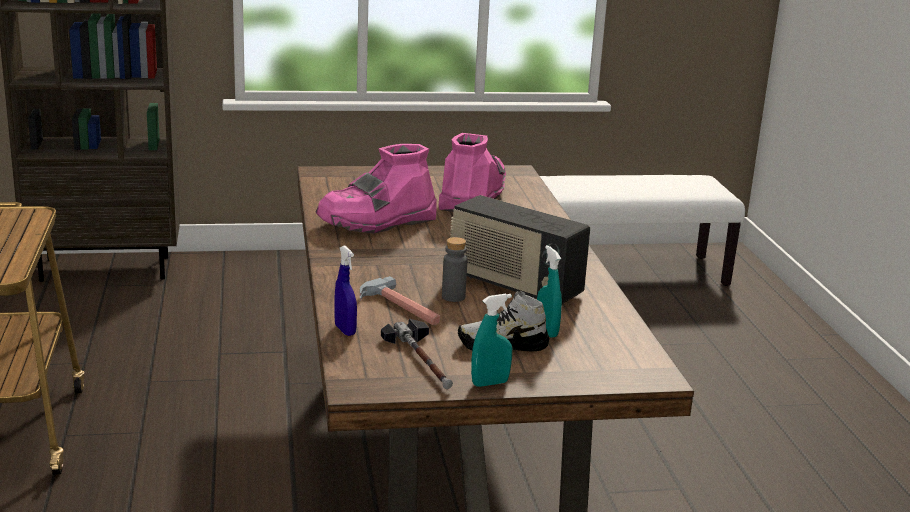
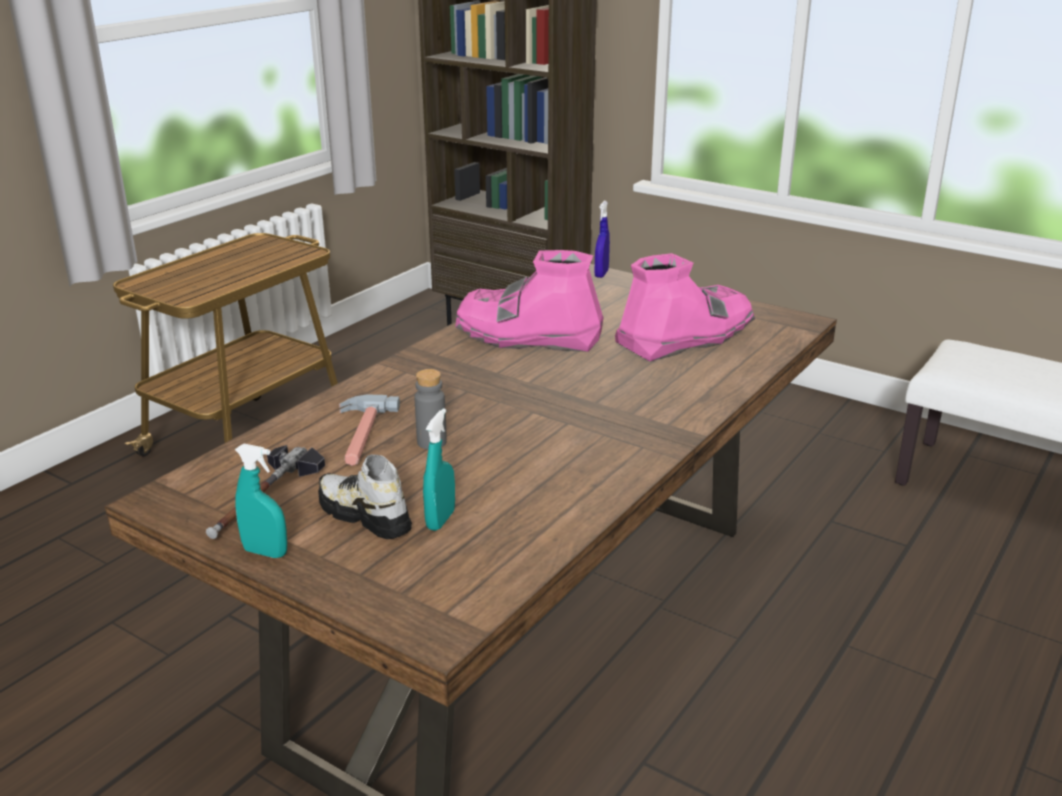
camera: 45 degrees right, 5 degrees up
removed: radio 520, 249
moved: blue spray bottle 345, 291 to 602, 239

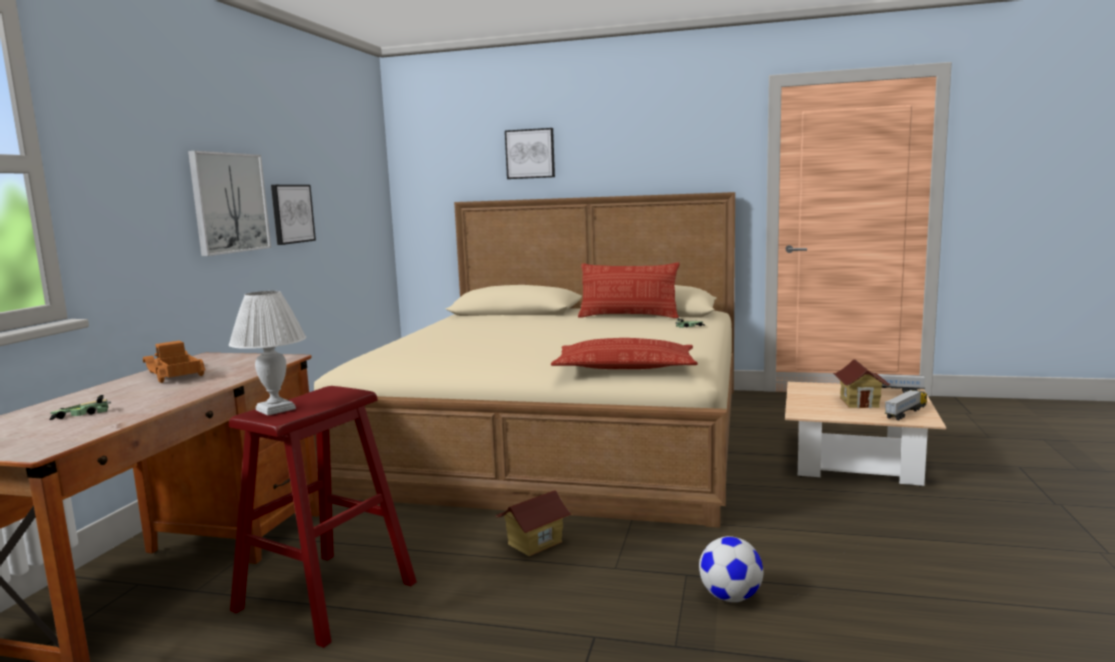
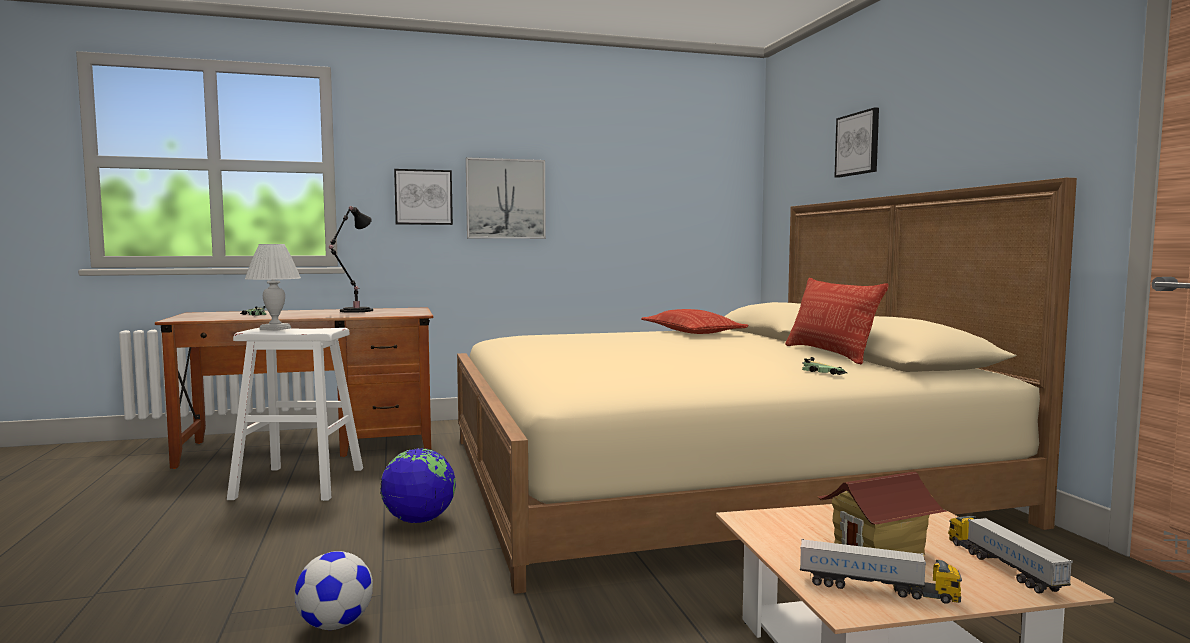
camera: 60 degrees right, 5 degrees down
moved: picture 293, 215 to 423, 197; pillow 624, 353 to 695, 321
replaced: toy truck 174, 362 to black table lamp 351, 259; toy house 533, 523 to globe 418, 485
recoloured: red stool 323, 517 to white stool 295, 414

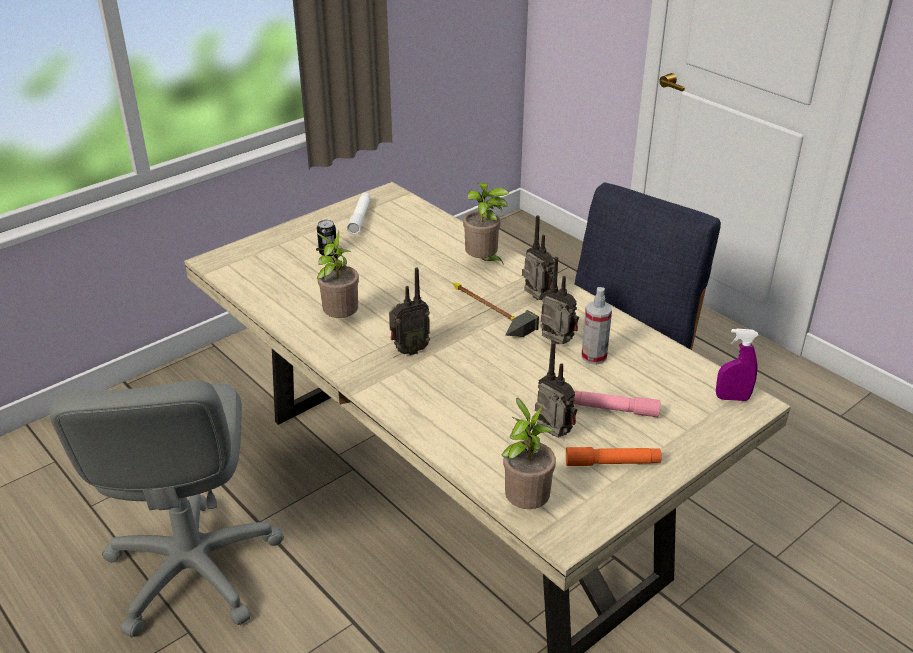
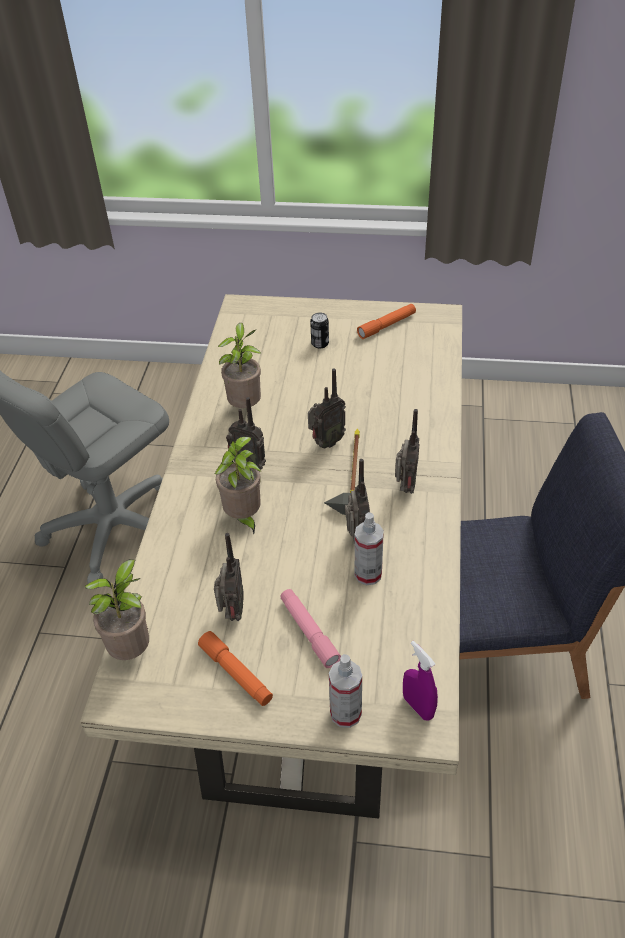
camera: 50 degrees right, 10 degrees up
added: radio 327, 408; spray bottle 345, 691
moved: potted plant 486, 222 to 238, 485
recoloured: white flashlight 359, 213 to orange flashlight 386, 321

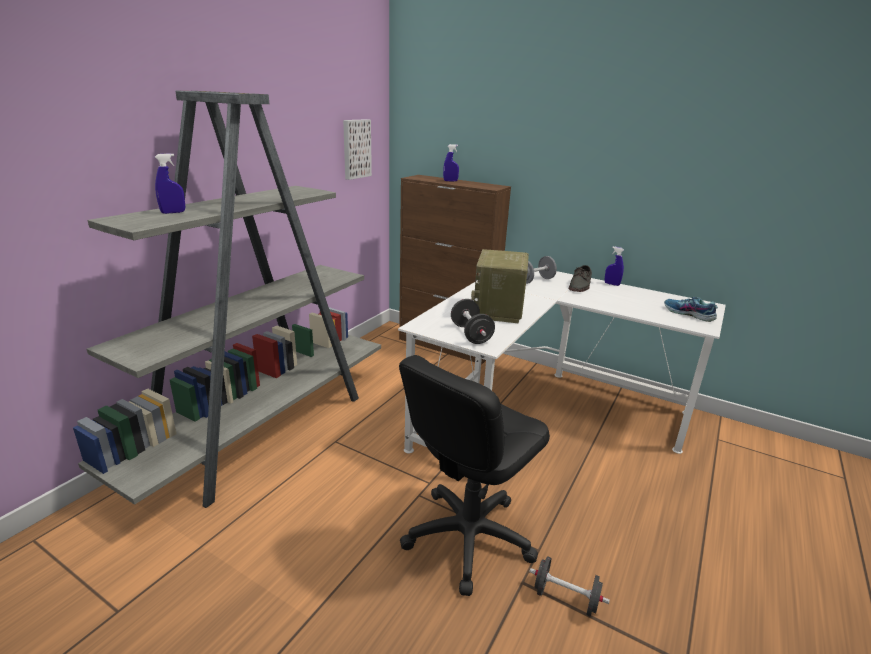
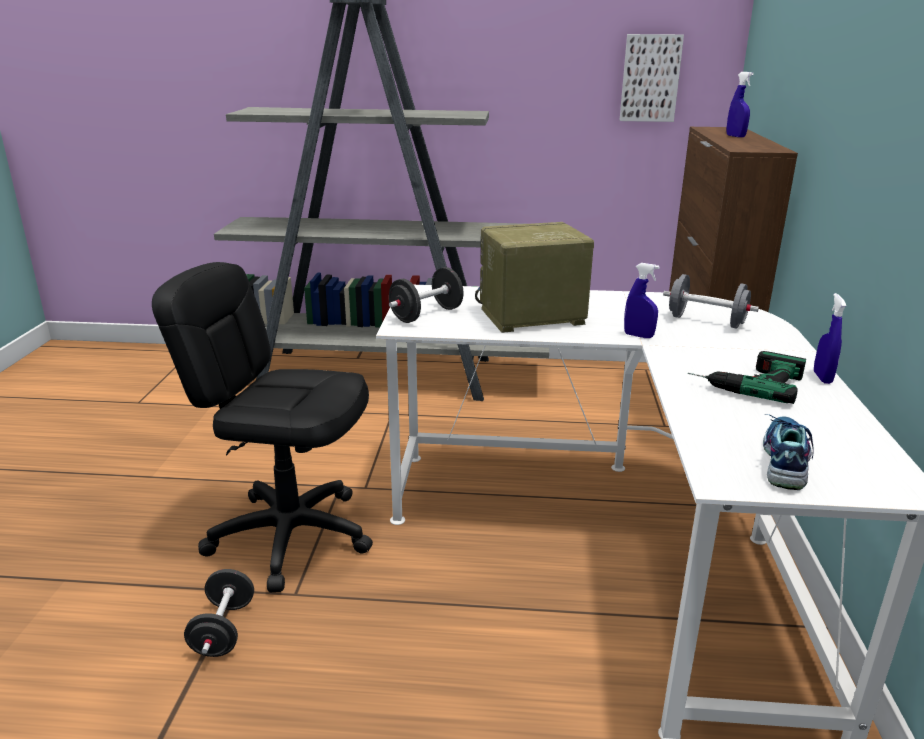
camera: 65 degrees right, 0 degrees up
removed: grey shoe 580, 278
added: power drill 747, 377
moved: blue spray bottle 170, 183 to 642, 300

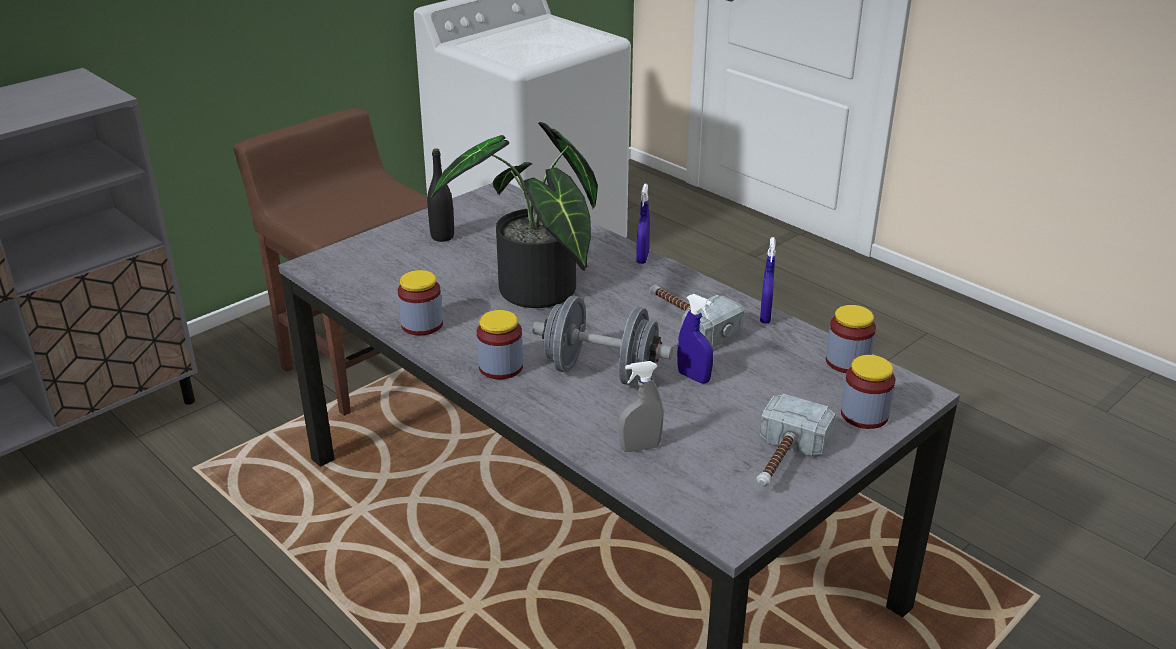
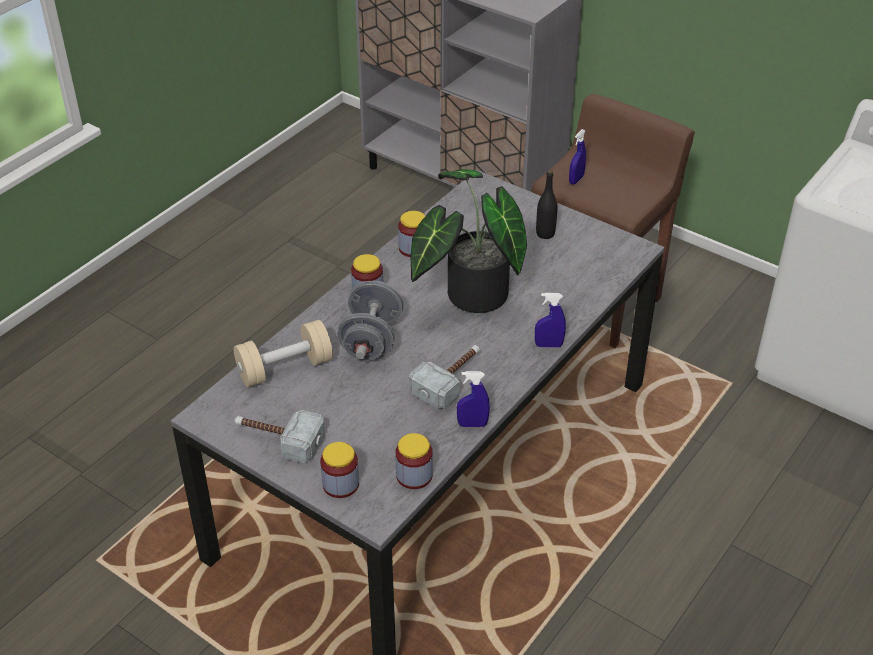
camera: 80 degrees right, 10 degrees up
moved: blue spray bottle 695, 339 to 577, 157
replaced: grey spray bottle 641, 406 to beige dumbbell 283, 353

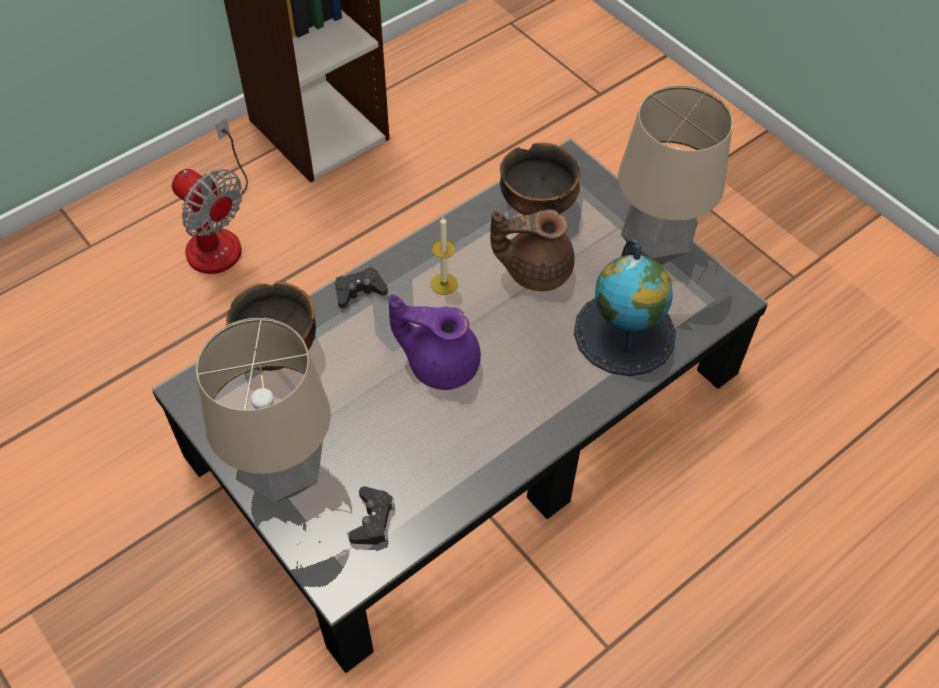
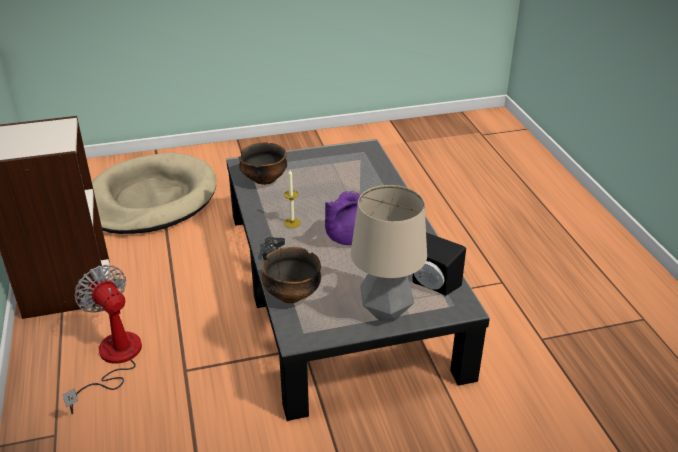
camera: 65 degrees left, 20 degrees down
removed: table lamp 675, 175; brown teapot 532, 250; globe 625, 307
added: beige dog bed 154, 193
replaced: black game controller 371, 515 to black speaker 439, 264
turned: fan 210, 195 = 102, 339 105 degrees counterclockwise

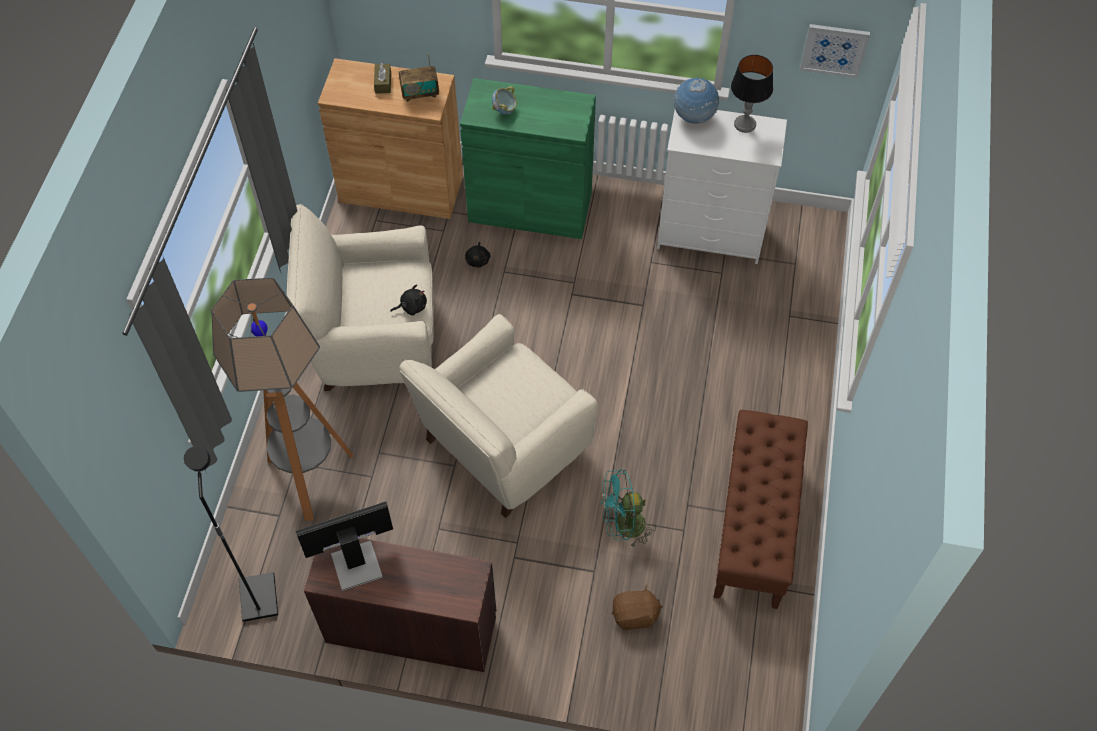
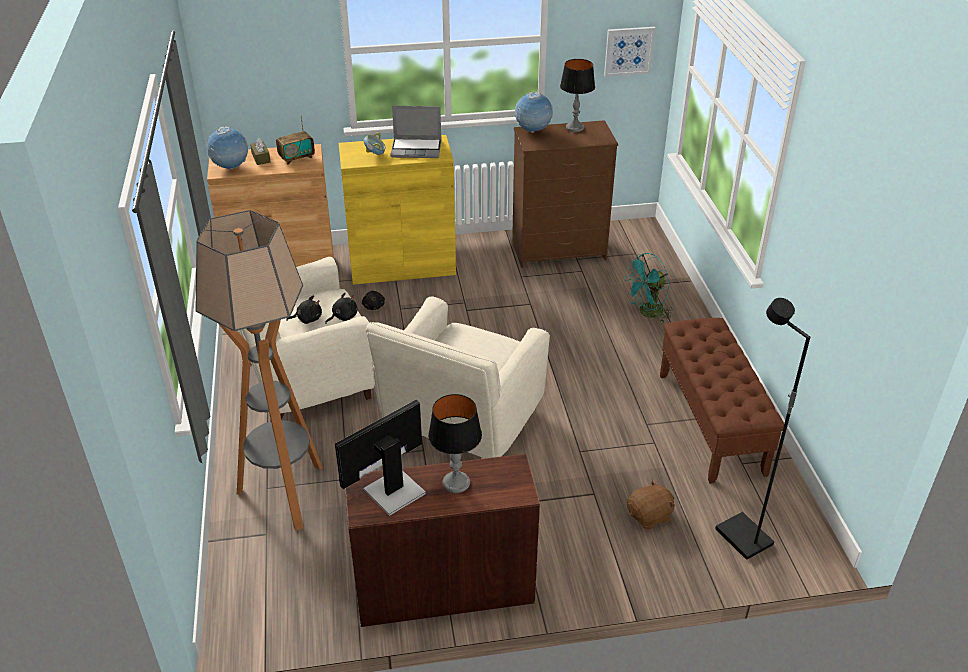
camera: 20 degrees left, 20 degrees down
added: laptop 415, 132; globe 228, 148; black plush toy 304, 309; table lamp 455, 443
moved: black floor lamp 231, 534 to 762, 429; turquoise fan 628, 509 to 648, 287
recoloured: green cabinet 528, 158 to yellow cabinet 397, 210; white dresser 722, 187 to brown dresser 565, 194

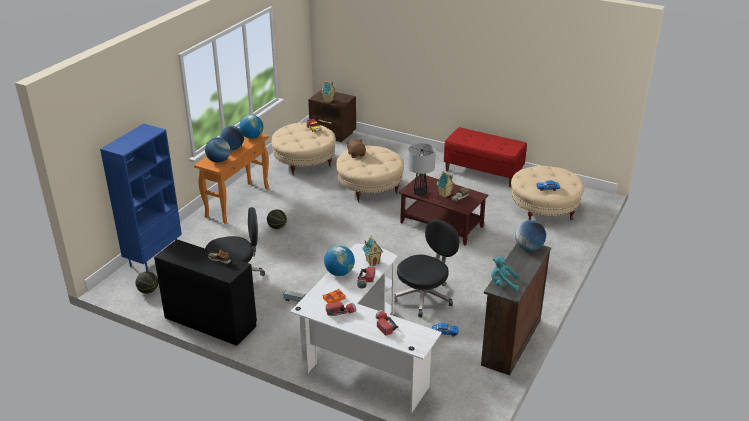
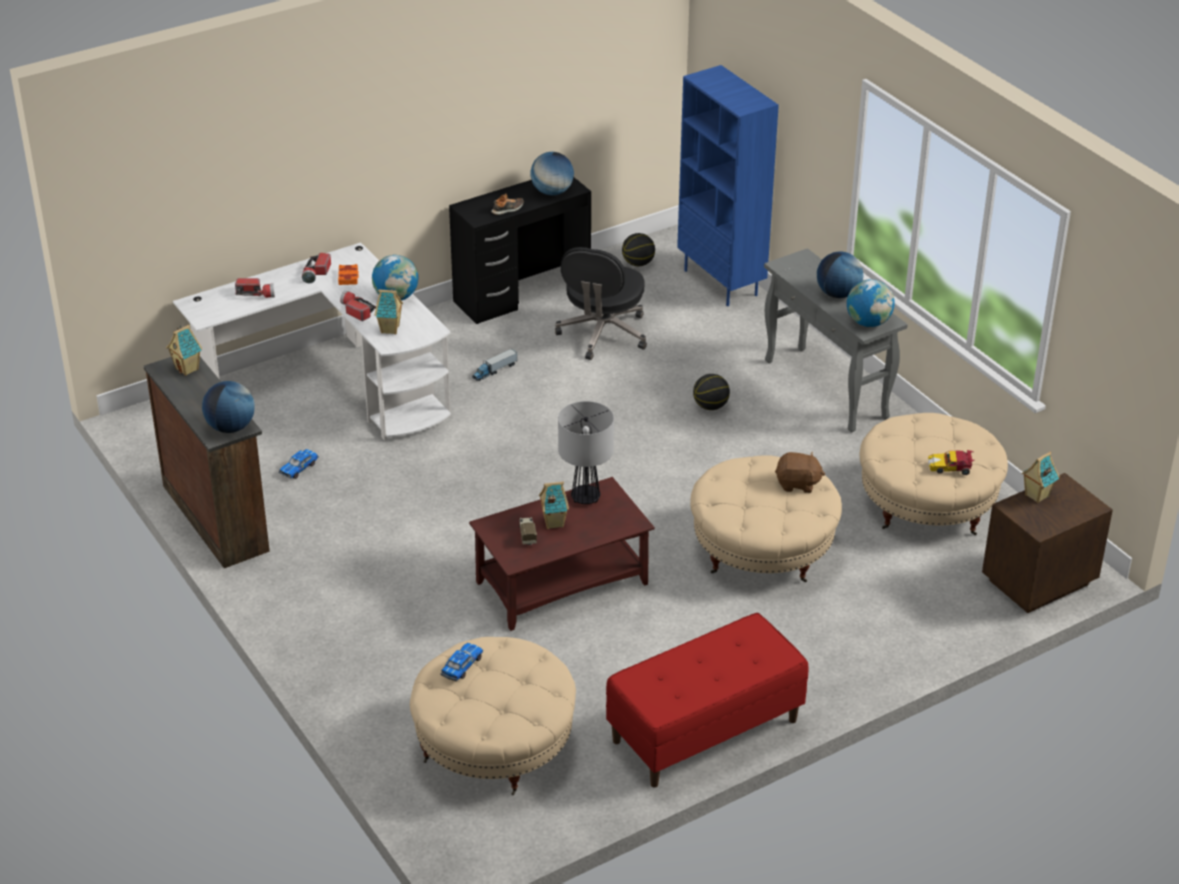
camera: 120 degrees right, 5 degrees up
removed: black office chair 427, 268
moved: globe 217, 150 to 552, 173
replaced: turquoise plush toy 505, 273 to toy house 184, 350
recoloured: orange console table 231, 178 to grey console table 836, 340

